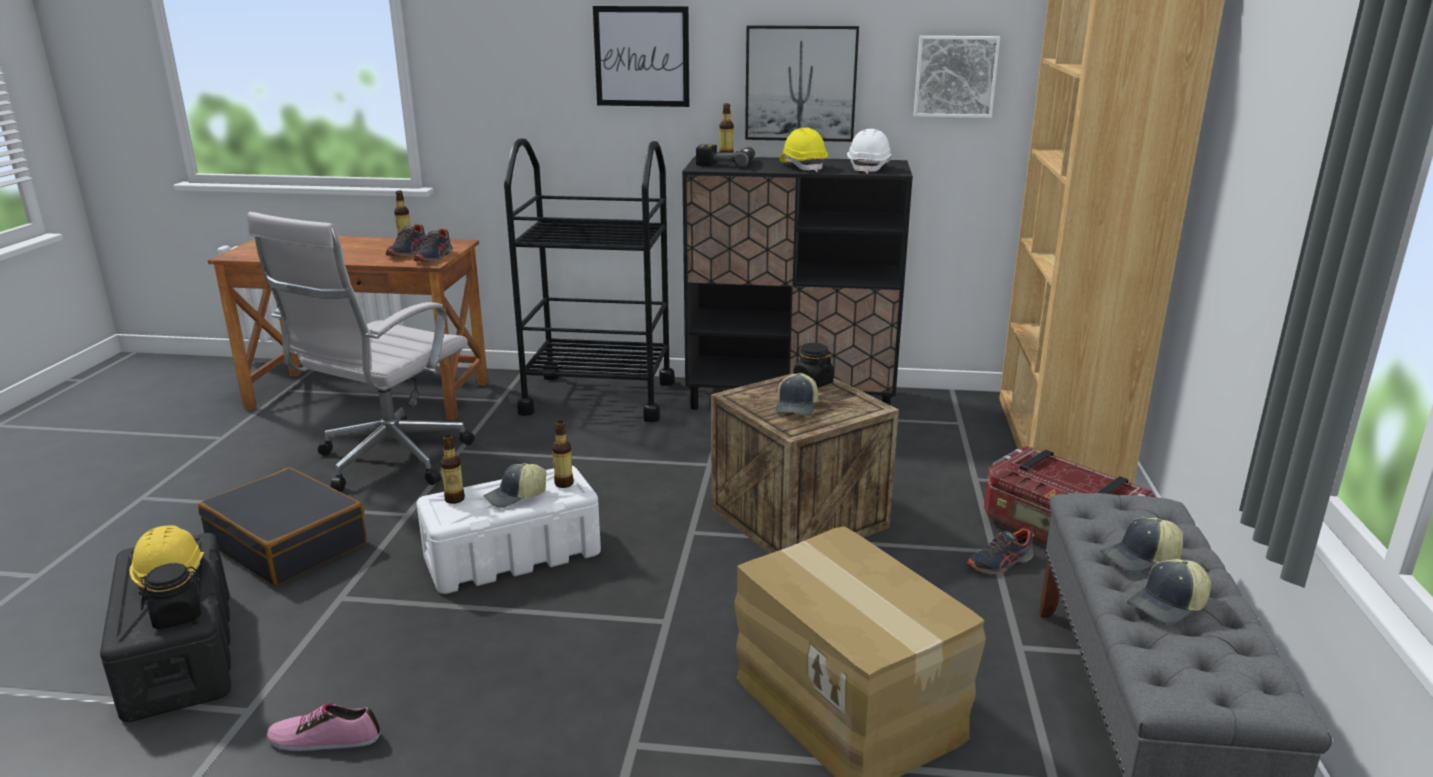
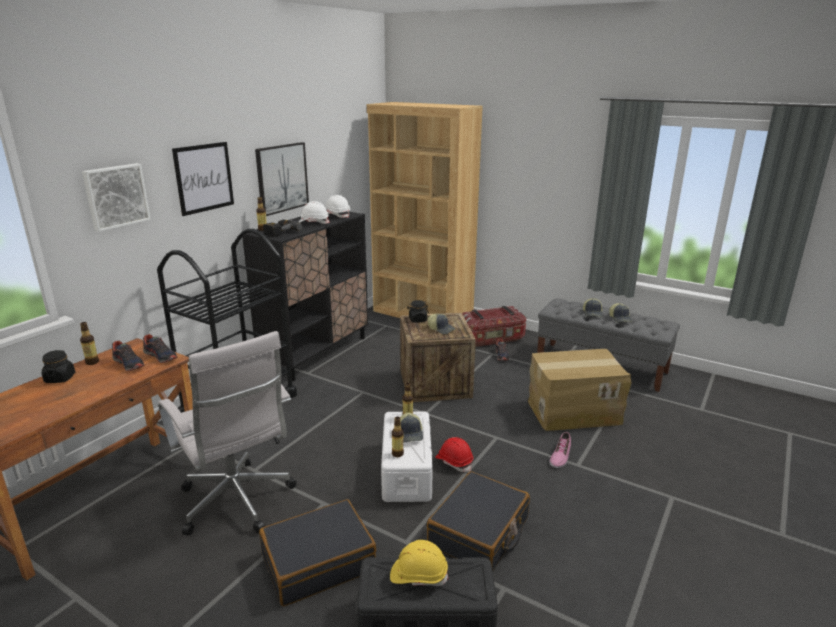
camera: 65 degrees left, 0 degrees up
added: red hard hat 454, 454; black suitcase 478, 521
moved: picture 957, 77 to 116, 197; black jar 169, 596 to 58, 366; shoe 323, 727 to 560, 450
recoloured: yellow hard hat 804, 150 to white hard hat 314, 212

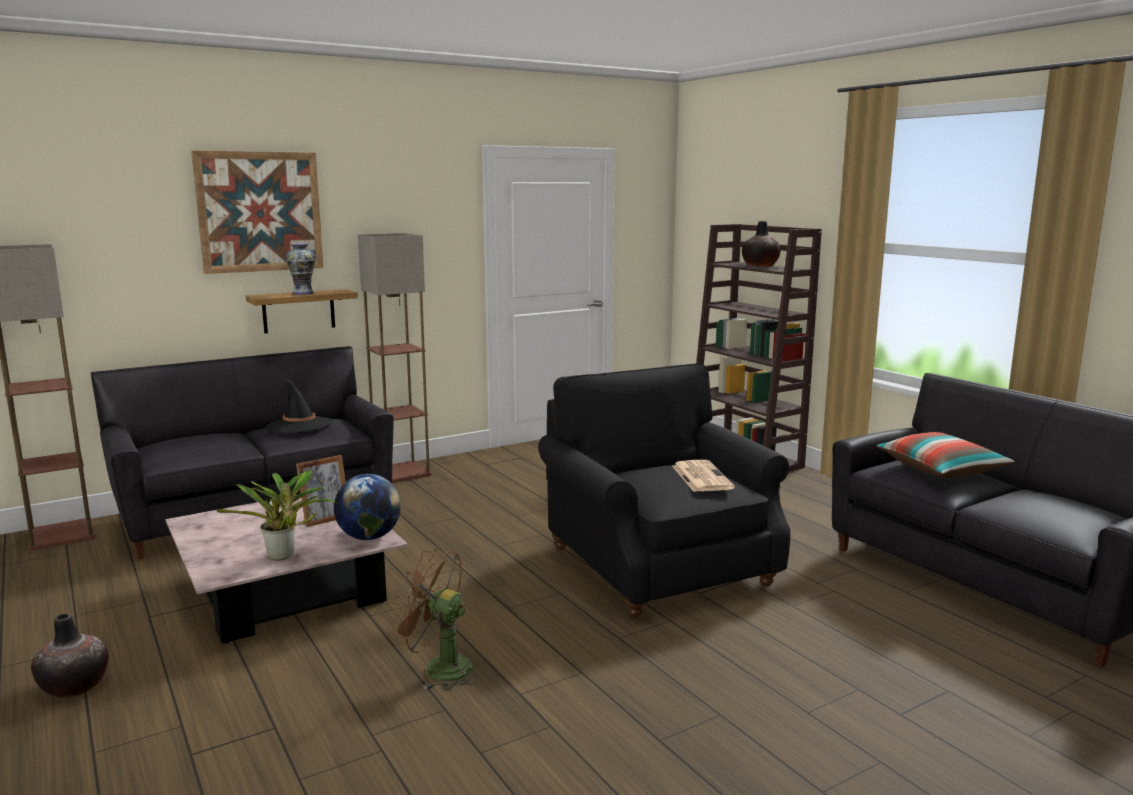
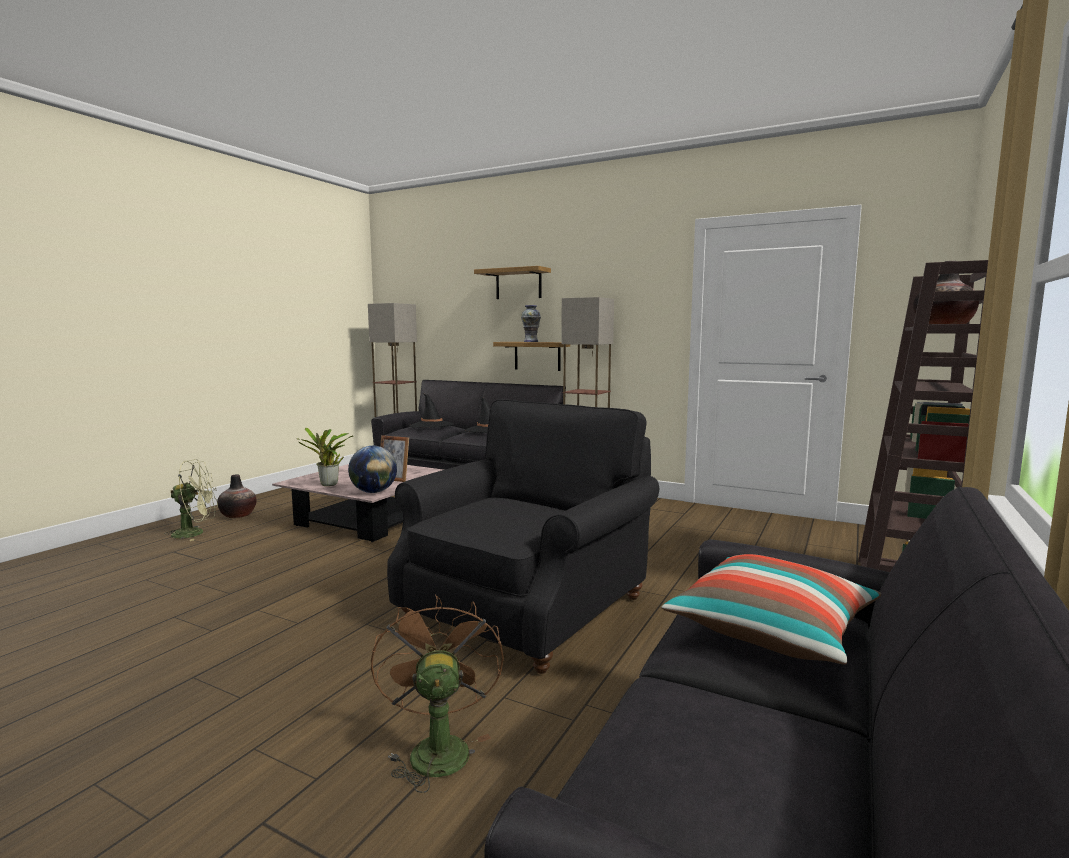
camera: 60 degrees right, 5 degrees down
removed: newspaper 703, 476
added: black hat 431, 410; green fan 192, 500
moved: brown fan 433, 619 to 437, 693
replaced: picture 257, 212 to shelf 512, 282

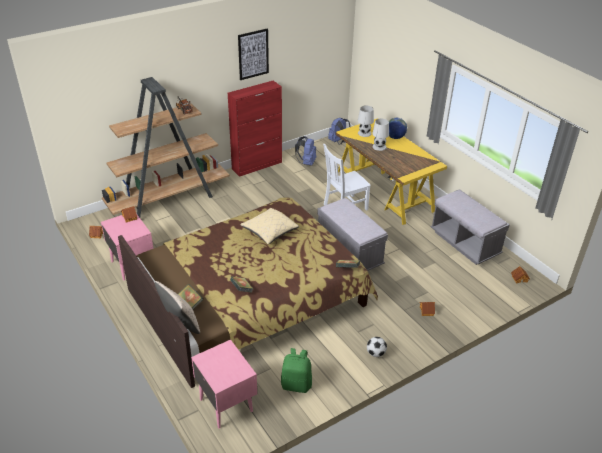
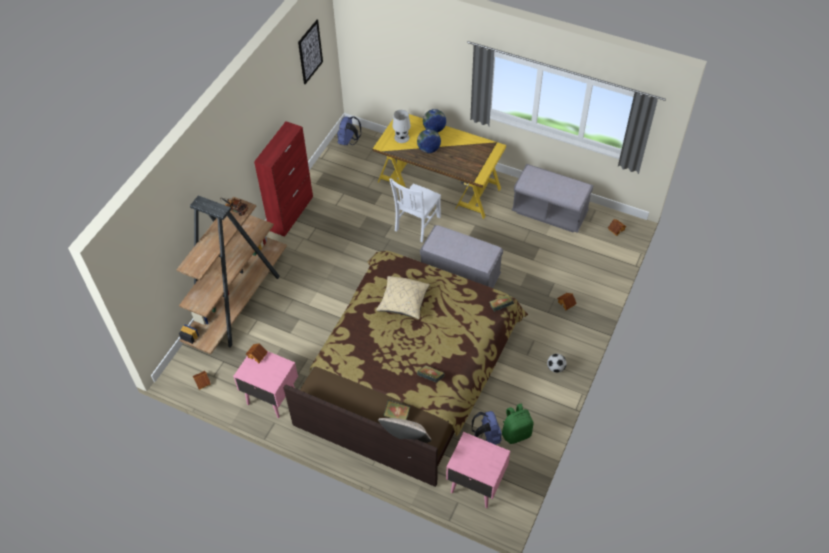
camera: 30 degrees left, 15 degrees up
moved: picture 253, 54 to 310, 52; blue backpack 305, 151 to 487, 428
replaced: white table lamp 380, 134 to globe 429, 141

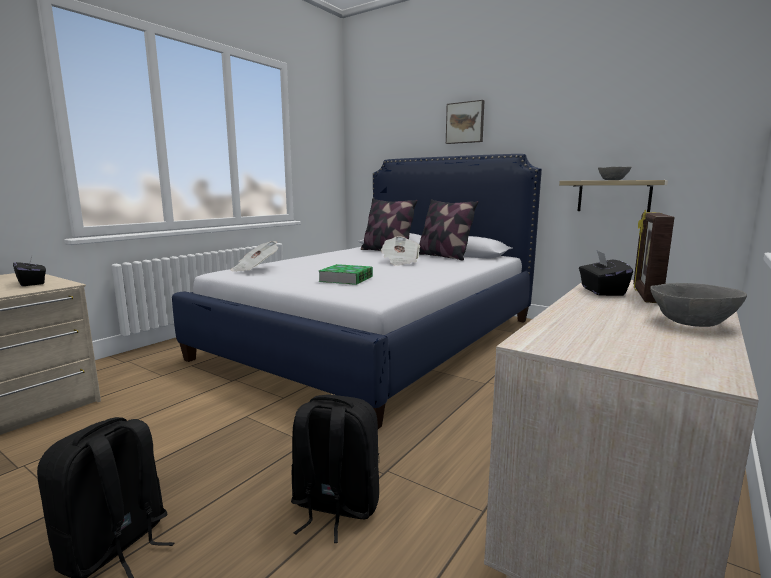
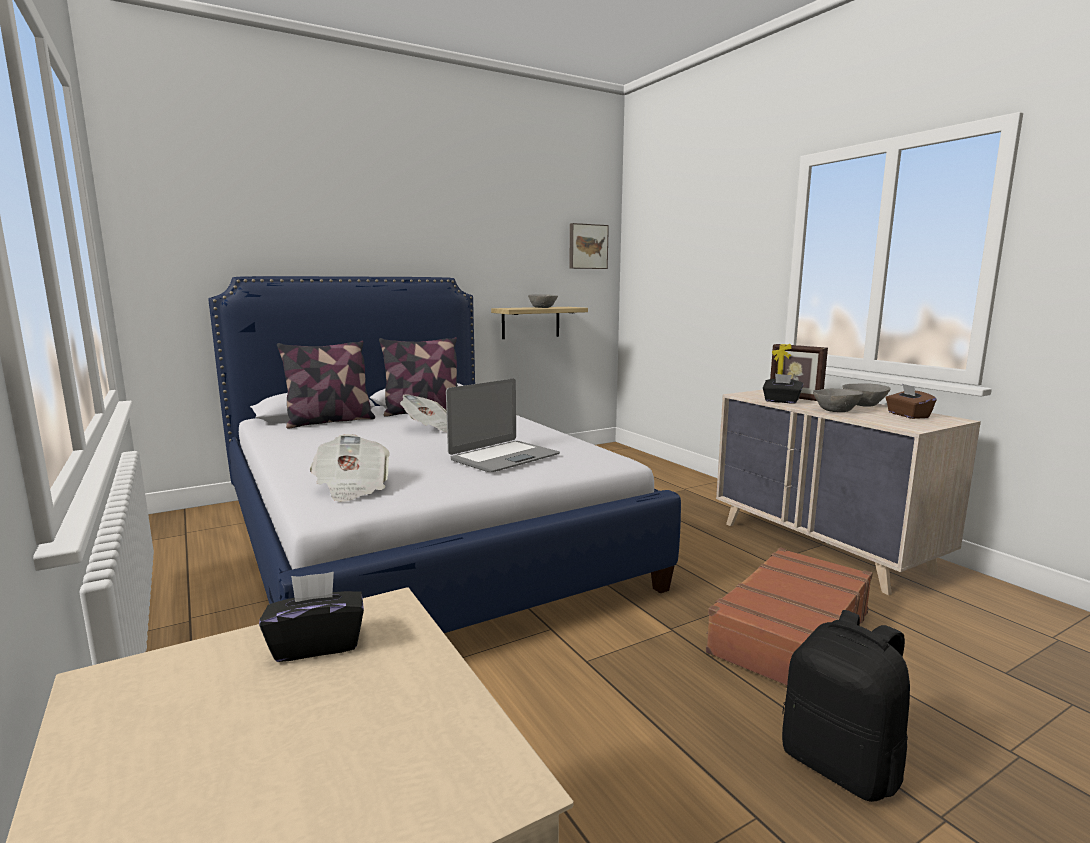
camera: 65 degrees left, 0 degrees up
added: brown tissue box 911, 401; grey bowl 838, 400
moved: picture 465, 122 to 589, 246
replaced: book 346, 274 to laptop 503, 425; black backpack 335, 469 to brown suitcase 789, 616

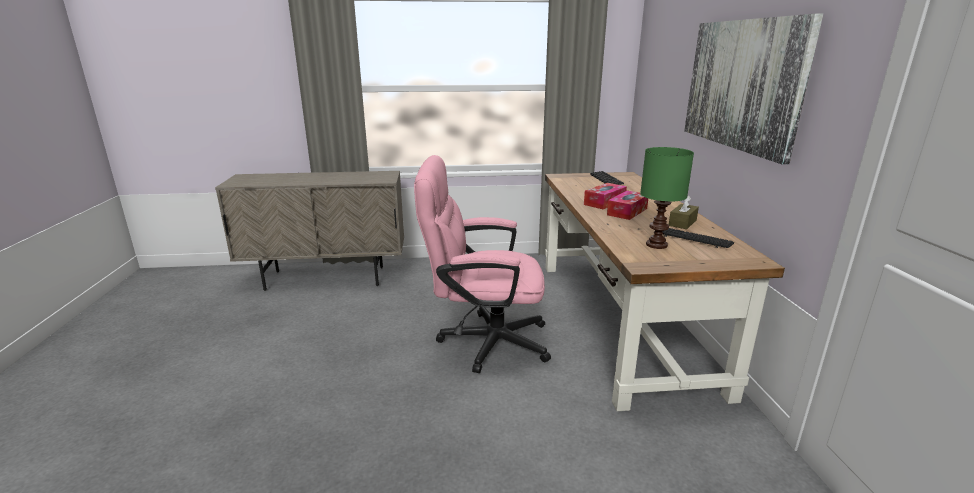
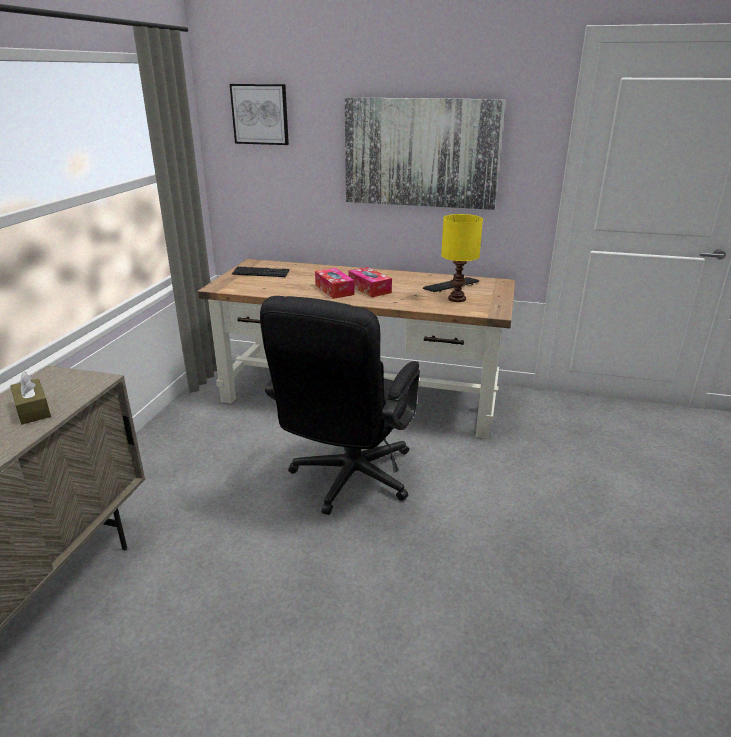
camera: 70 degrees left, 5 degrees up
added: picture 259, 114
moved: brown tissue box 684, 212 to 30, 398
recoloured: green table lamp 667, 198 to yellow table lamp 462, 258; pink office chair 482, 264 to black office chair 340, 405

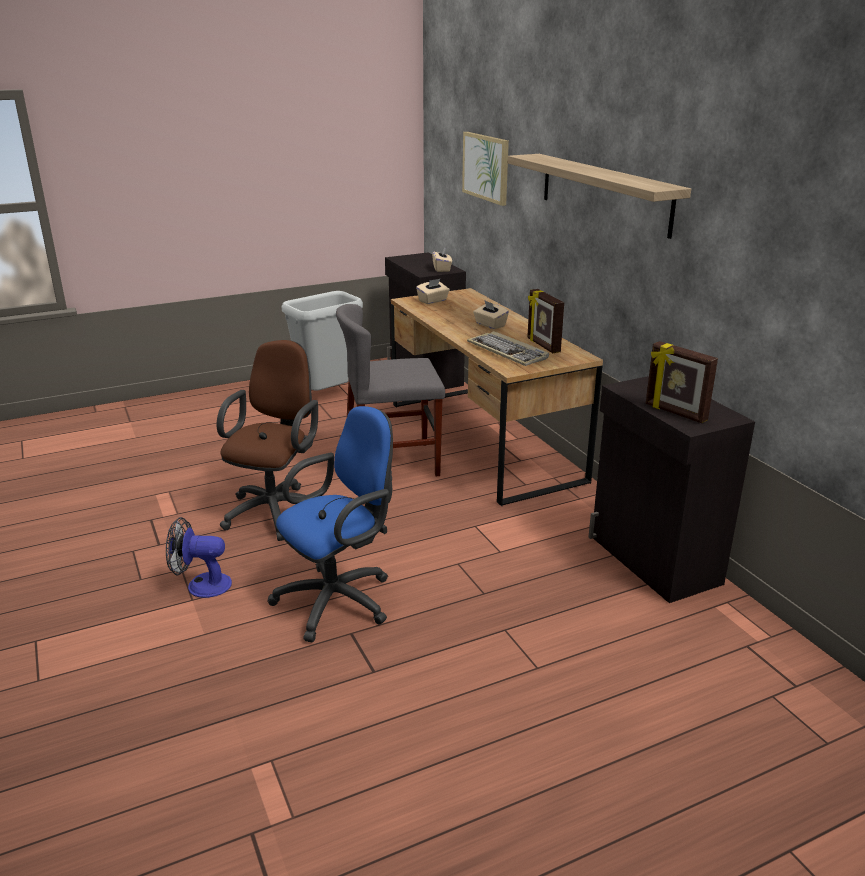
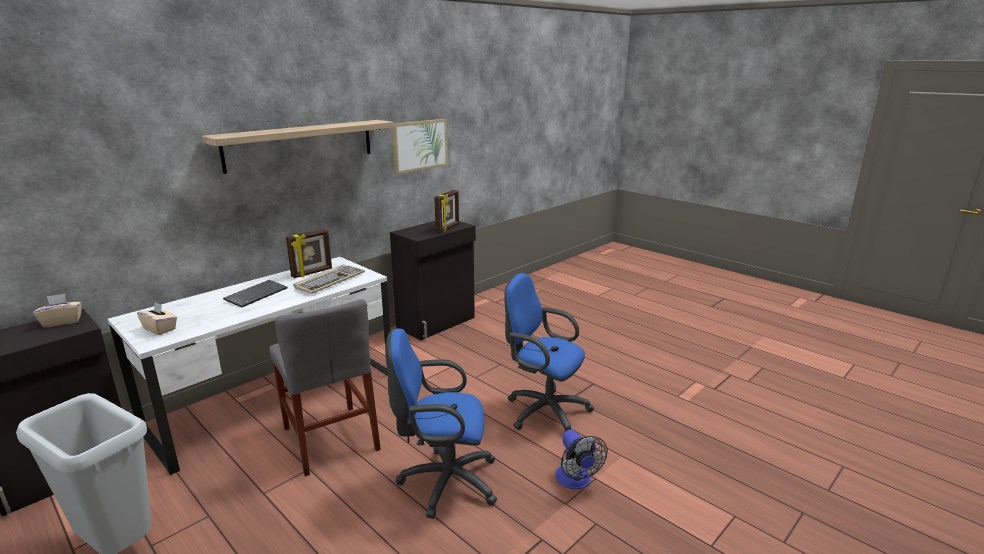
camera: 110 degrees left, 5 degrees down
moved: picture 485, 169 to 420, 146
replaced: beige tissue box 491, 314 to keyboard 255, 294
recoloured: brown desk 497, 397 to white desk 249, 366; brown office chair 267, 440 to blue office chair 441, 424

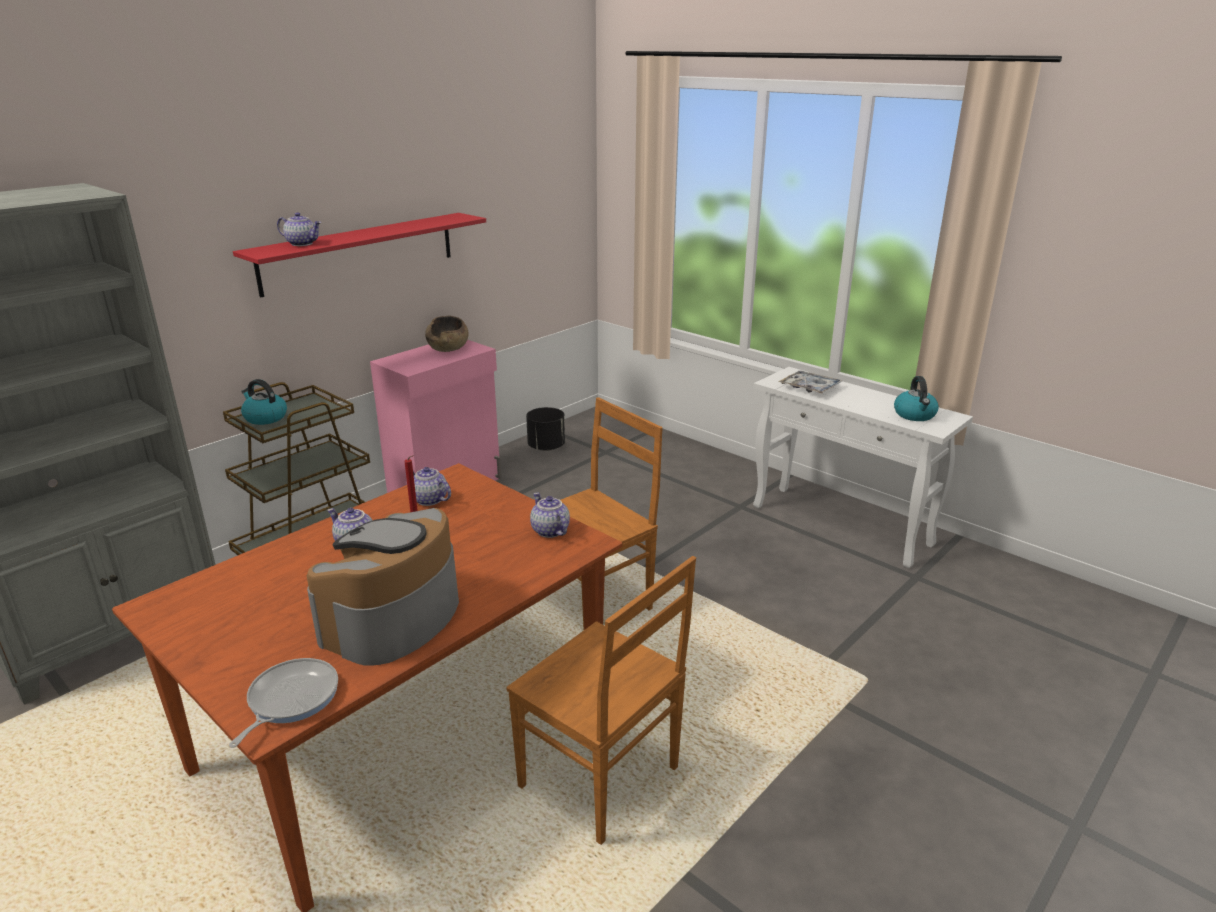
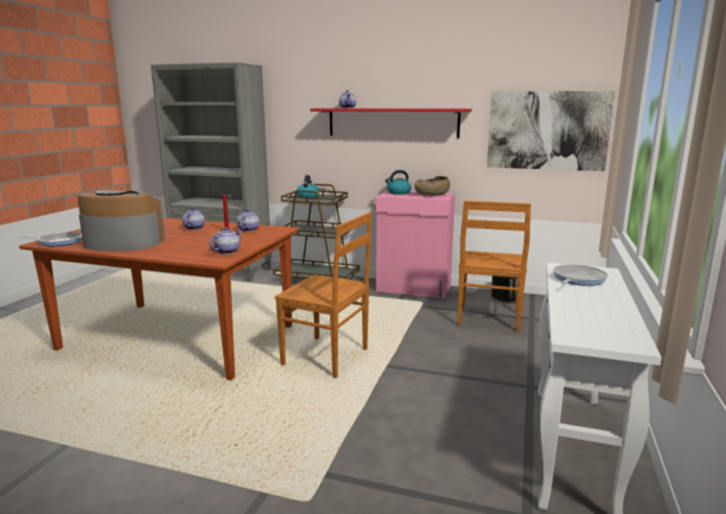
camera: 65 degrees right, 10 degrees down
added: picture 551, 131
moved: kettle 916, 398 to 398, 182; brown chair 601, 700 to 494, 266
replaced: tray 810, 382 to frying pan 580, 275

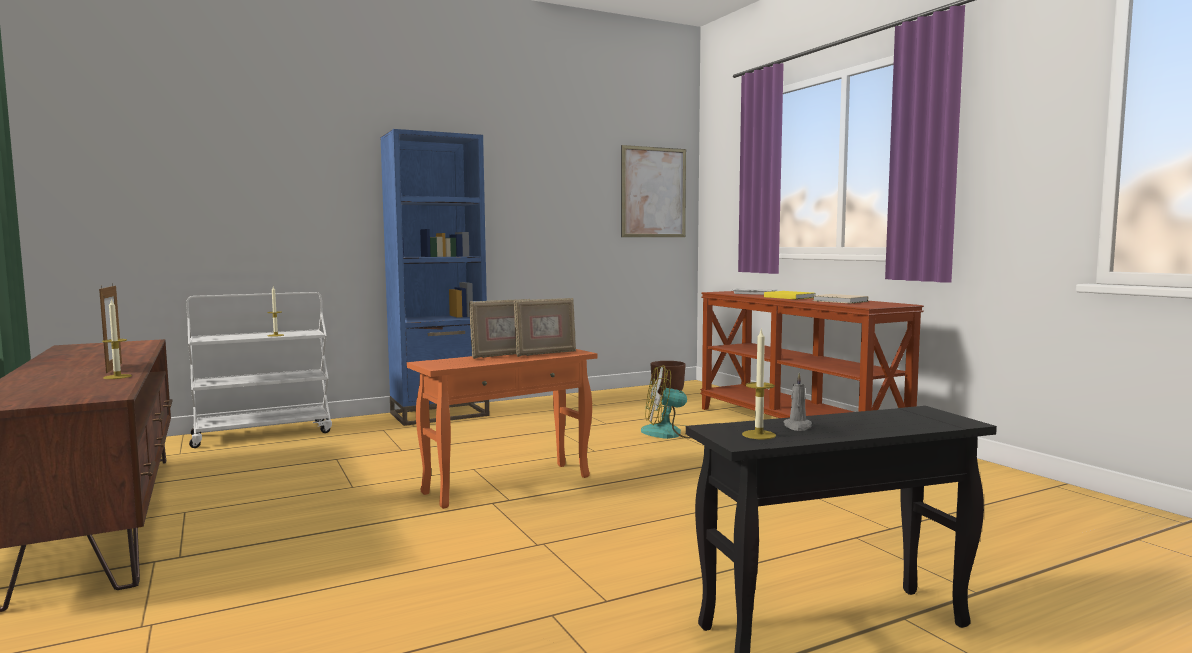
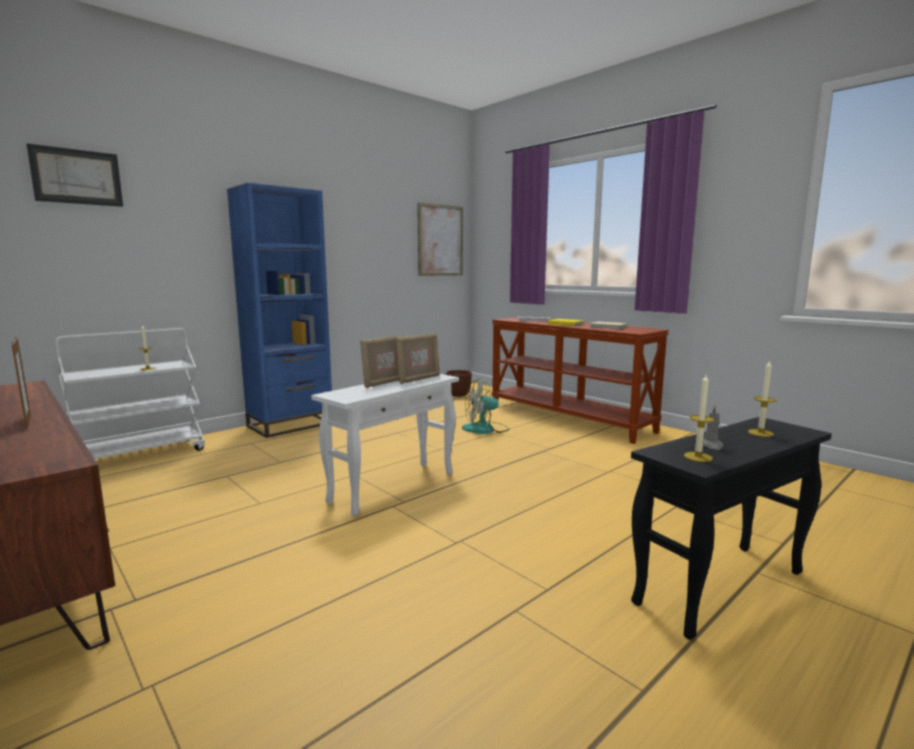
camera: 15 degrees left, 5 degrees up
added: picture 75, 175
moved: candle 117, 339 to 762, 398
recoloured: orange side table 502, 429 to white side table 385, 445

